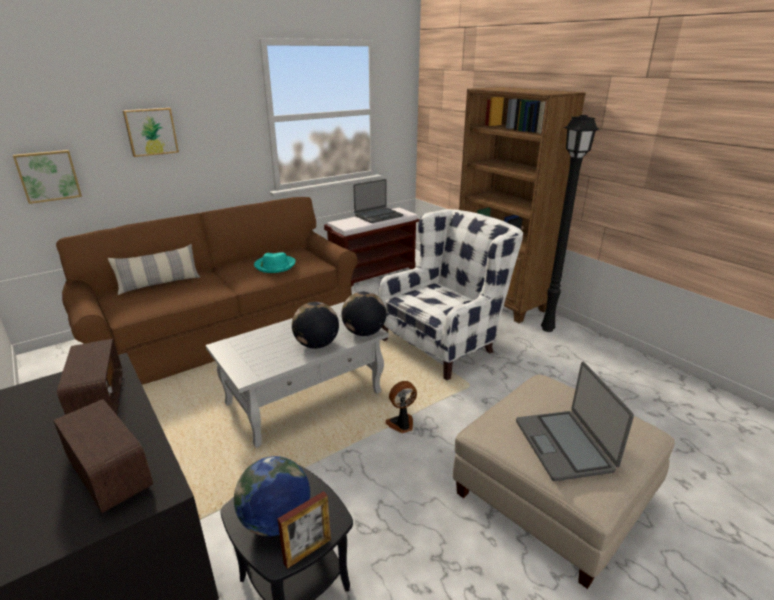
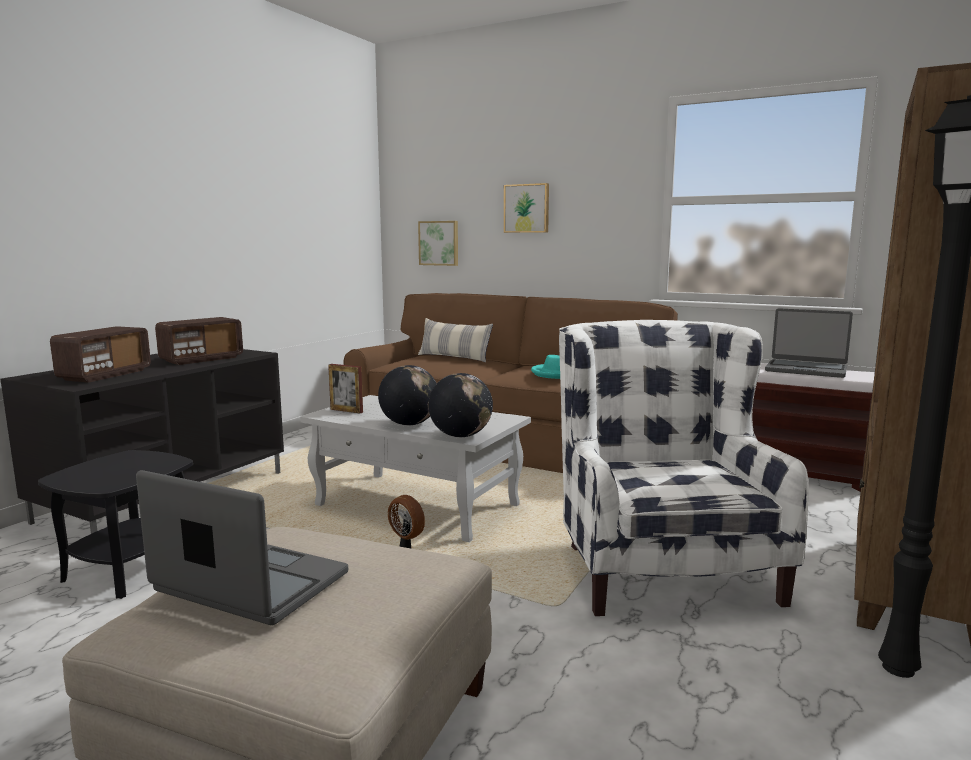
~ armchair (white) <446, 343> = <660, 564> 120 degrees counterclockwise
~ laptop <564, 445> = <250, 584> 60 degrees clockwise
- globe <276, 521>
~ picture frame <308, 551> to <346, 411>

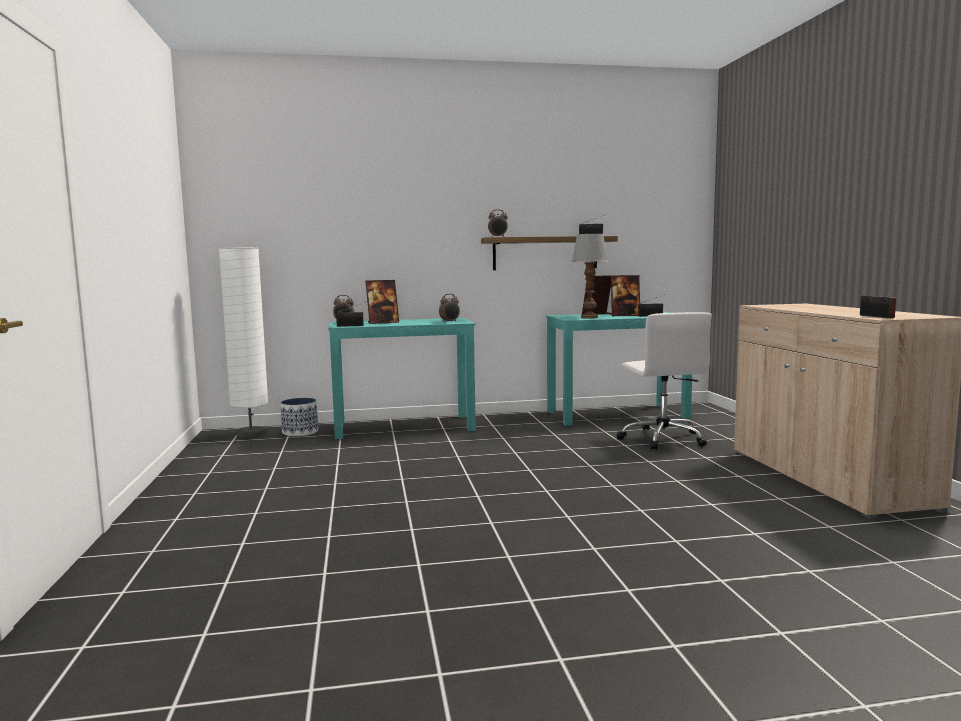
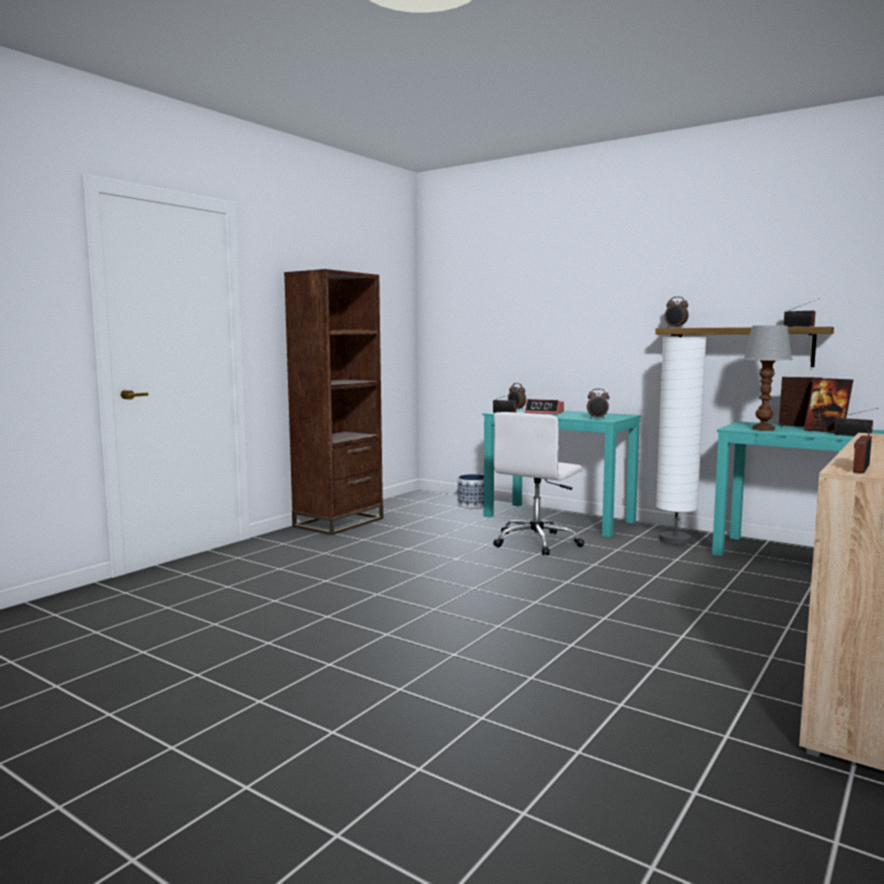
~ floor lamp (white) <251, 434> to <675, 540>
~ picture frame <383, 322> to alarm clock <544, 412>
~ office chair (white) <662, 438> to <537, 542>
+ bookcase (brown) <339, 522>

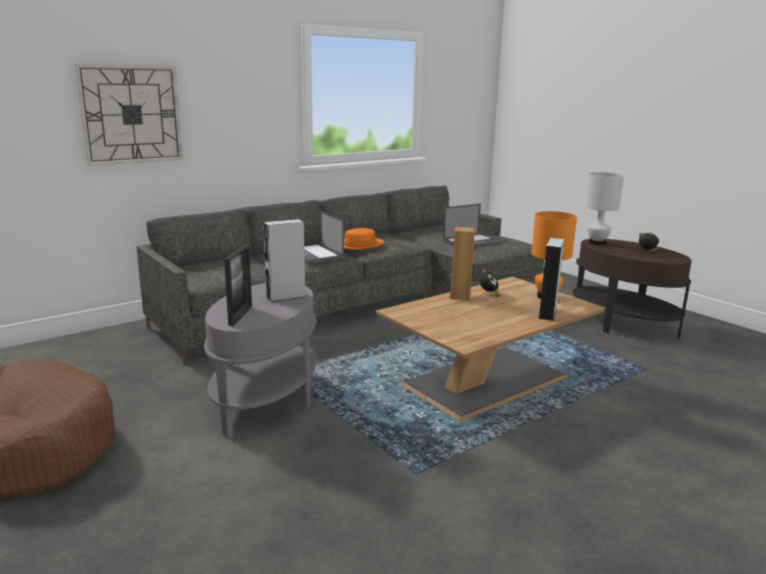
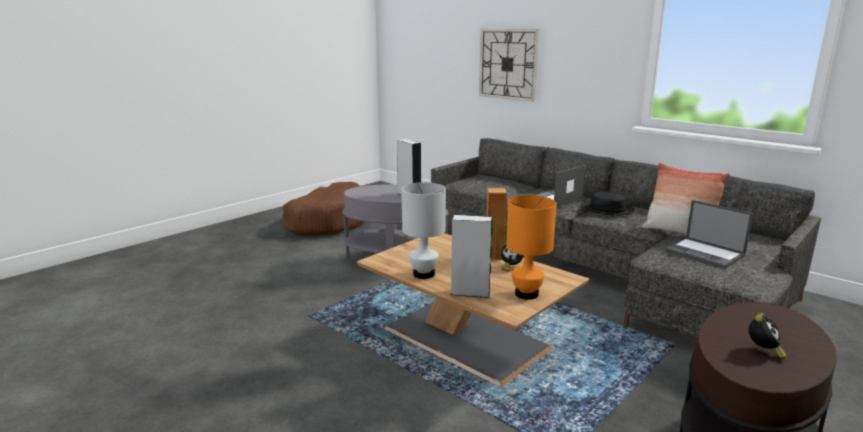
~ table lamp (white) <597, 243> to <424, 274>
~ hat (orange) <360, 244> to hat (black) <607, 209>
- picture frame <240, 315>
+ pillow <679, 232>

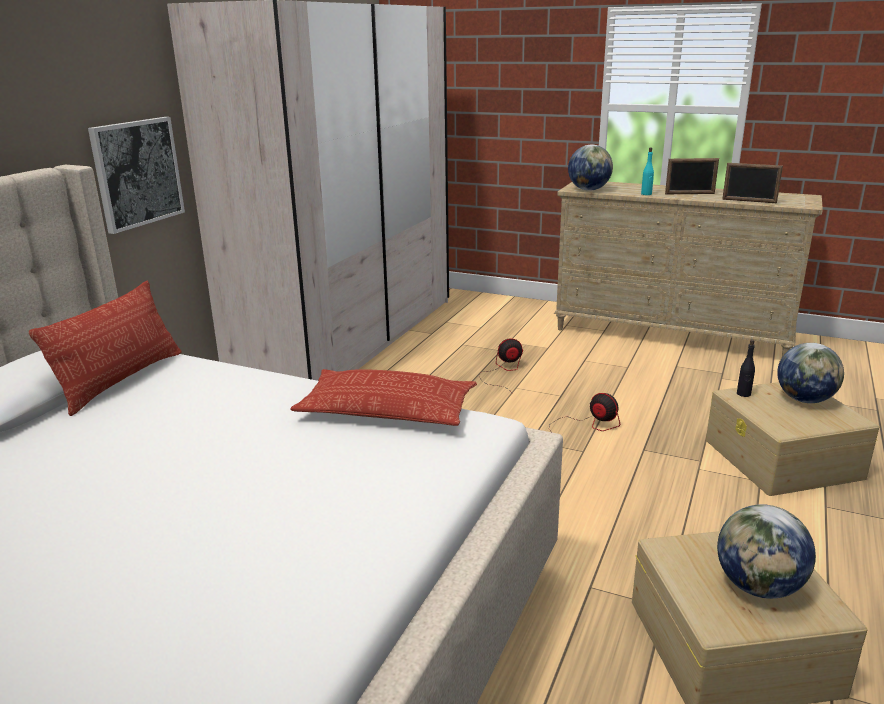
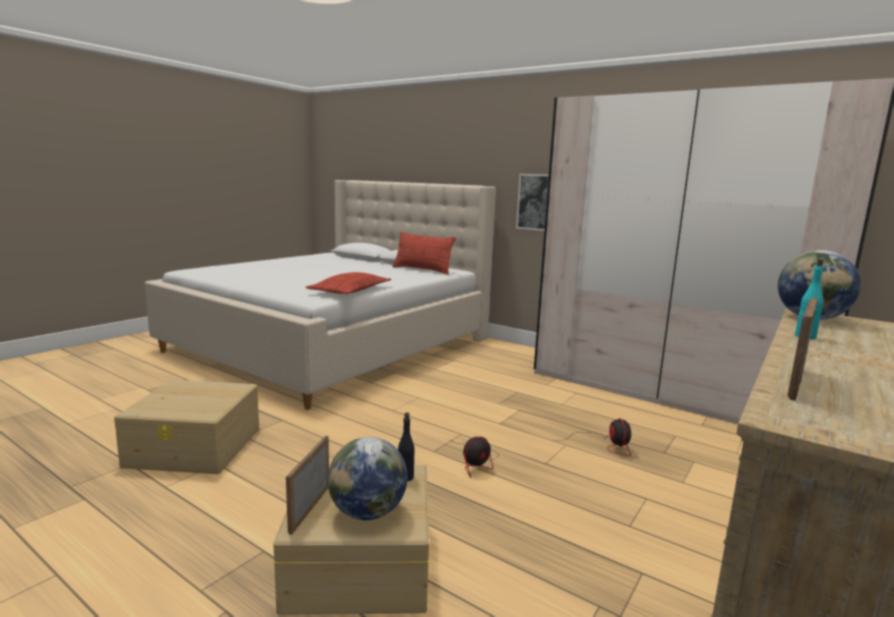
~ picture frame <689, 194> to <309, 508>
- globe <758, 587>

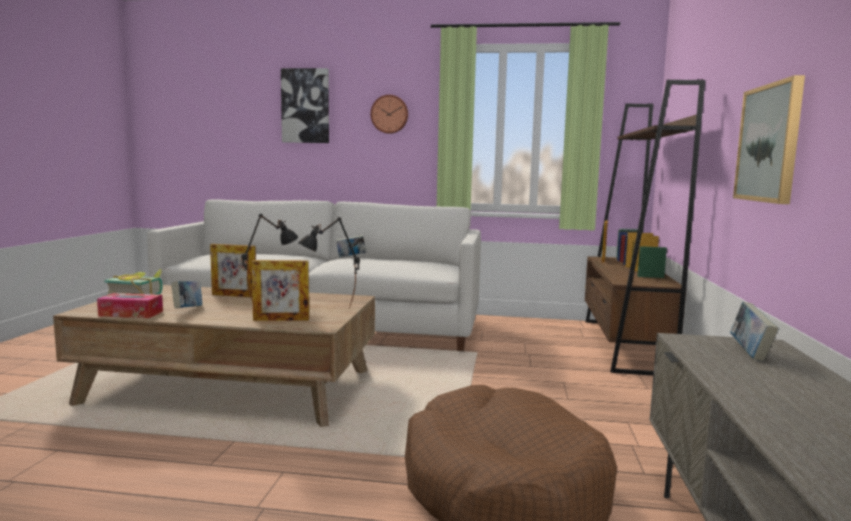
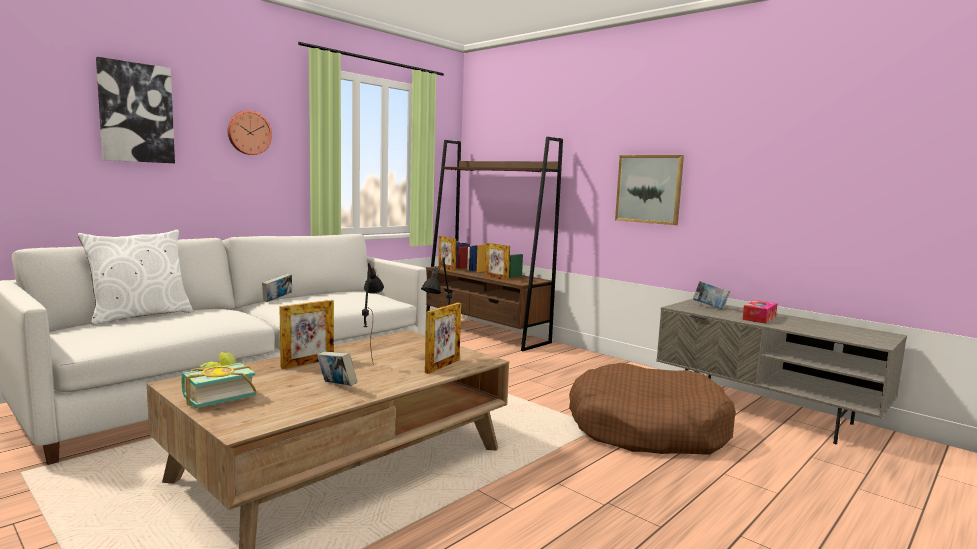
~ tissue box <131, 313> to <759, 318>
+ pillow (white) <140, 316>
+ picture frame <496, 278>

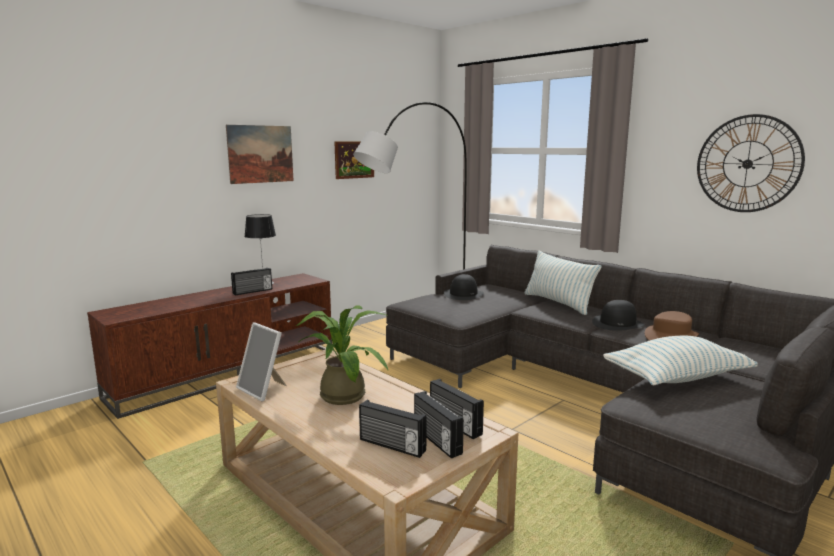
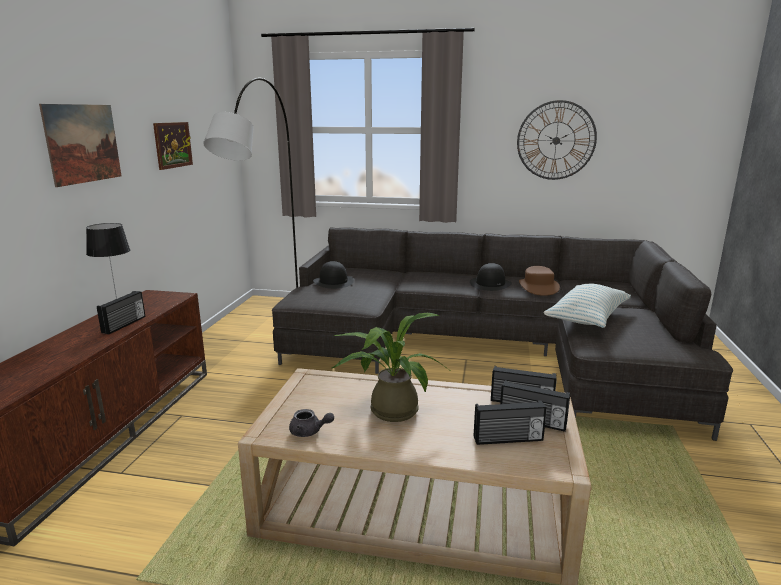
- pillow <558, 303>
~ picture frame <263, 390> to teapot (grey) <309, 432>

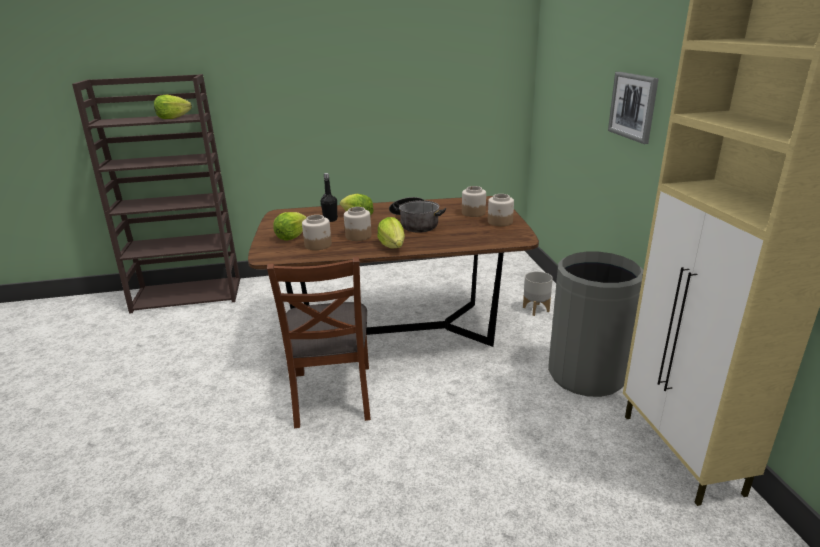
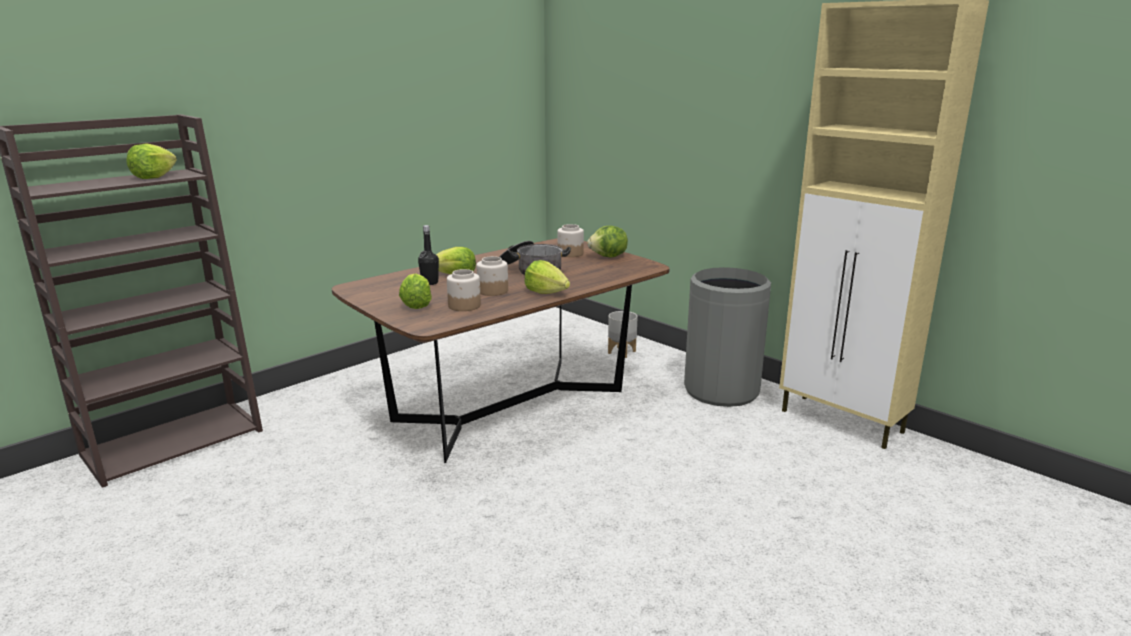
- picture <633, 106>
~ jar <500, 222> to lettuce <608, 257>
- chair (brown) <332, 394>

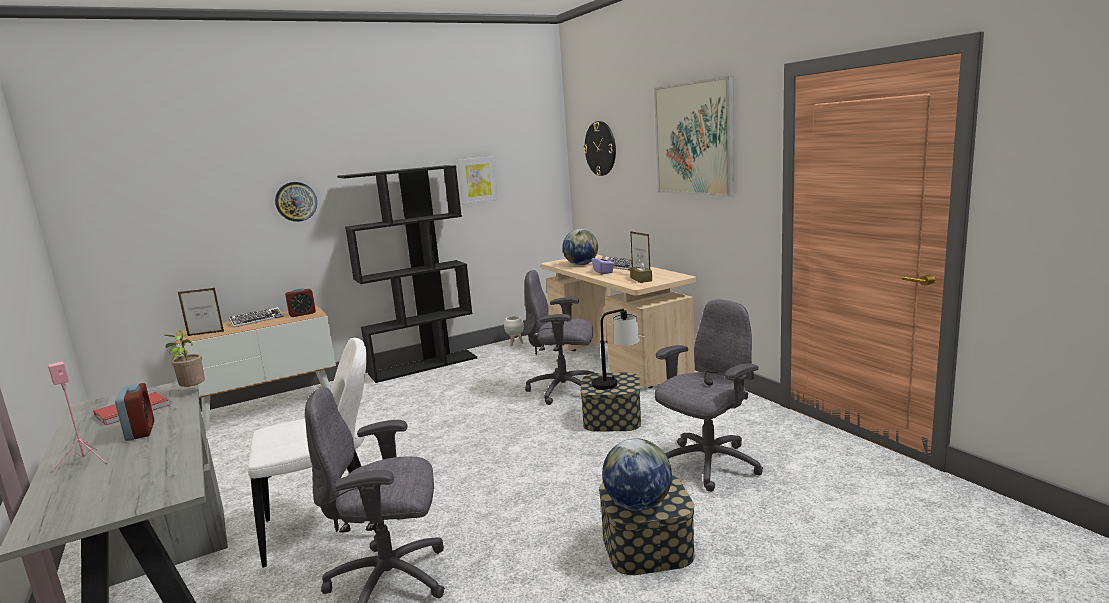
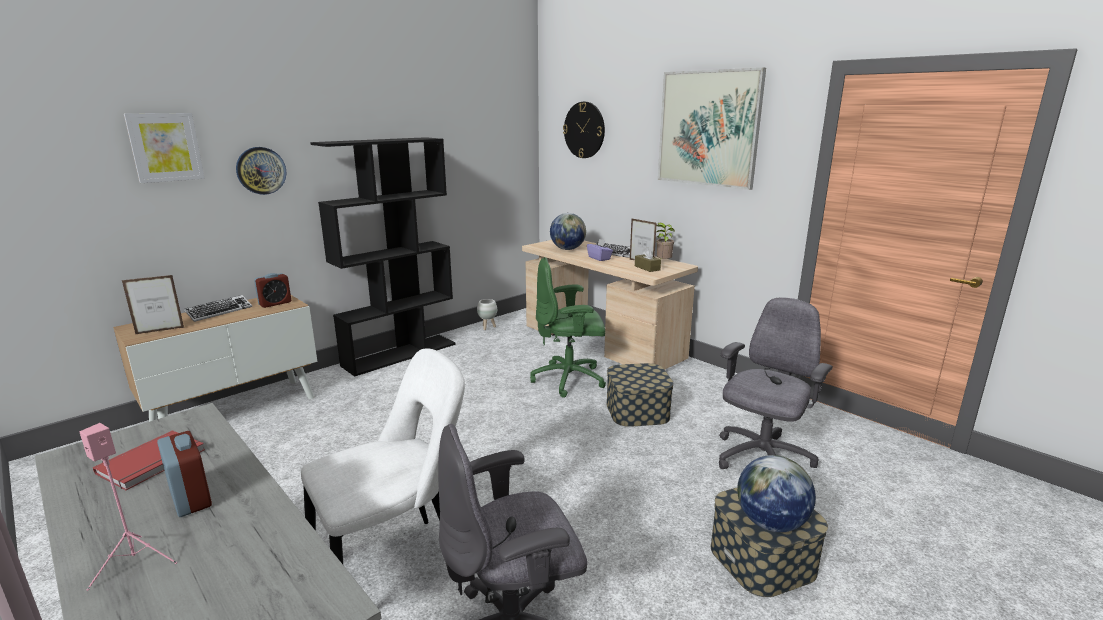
~ picture <477, 180> to <165, 147>
~ office chair (grey) <564, 390> to office chair (green) <569, 379>
- table lamp <616, 382>
~ potted plant <192, 391> to <662, 263>

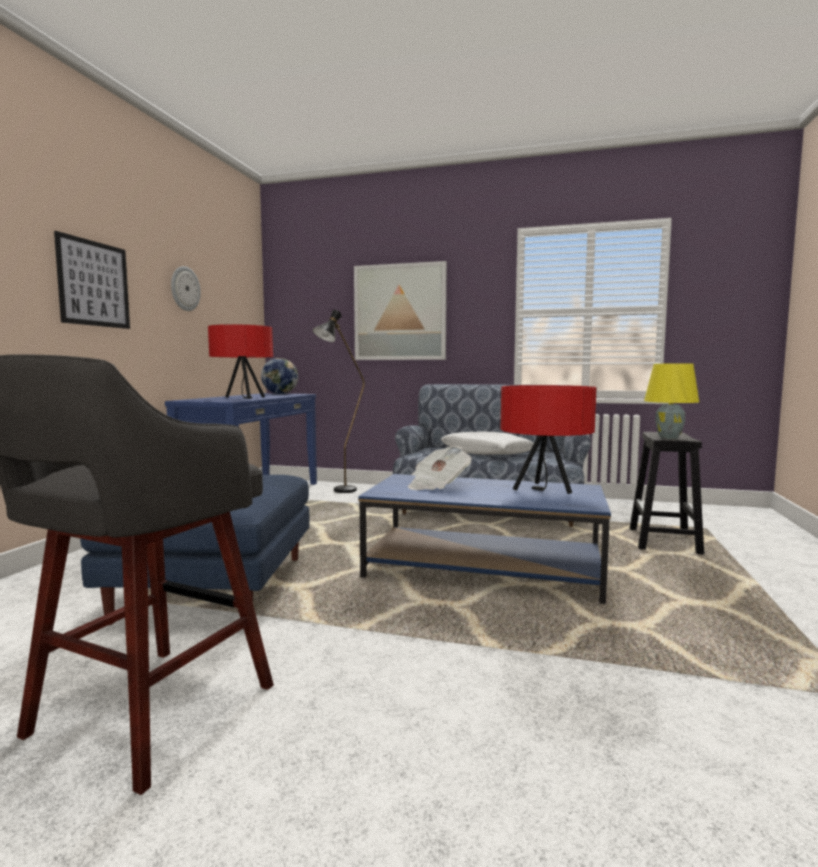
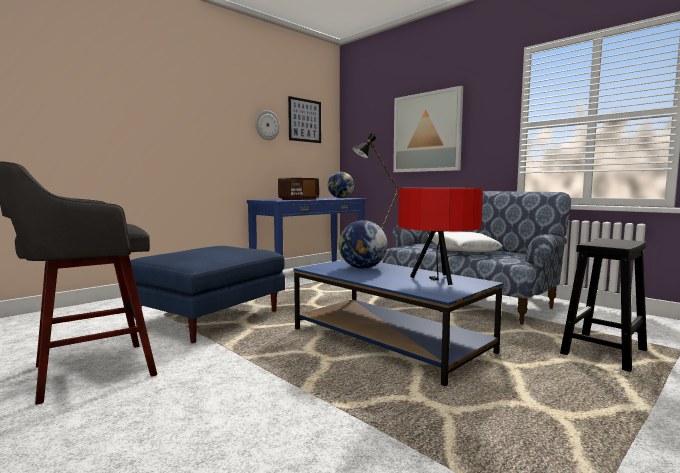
~ picture <94, 283> to <305, 120>
~ table lamp (red) <243, 398> to radio <299, 199>
- table lamp (yellow) <669, 438>
~ newspaper <437, 485> to globe <362, 268>

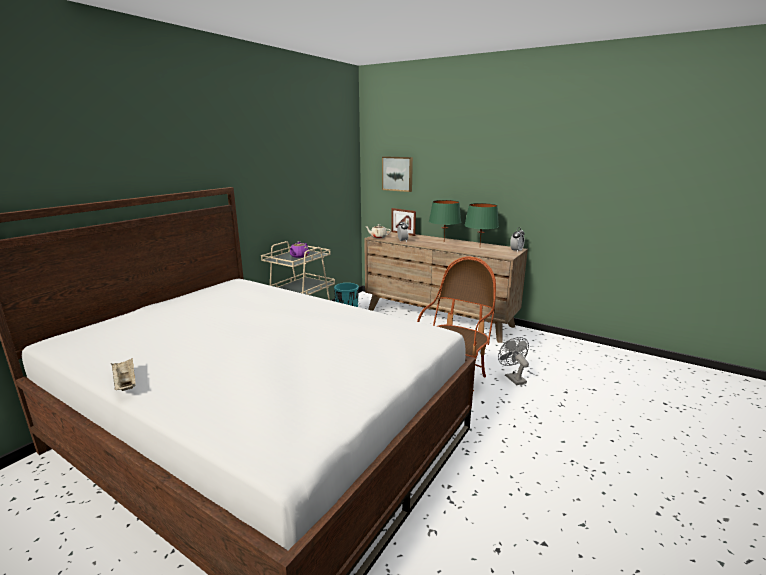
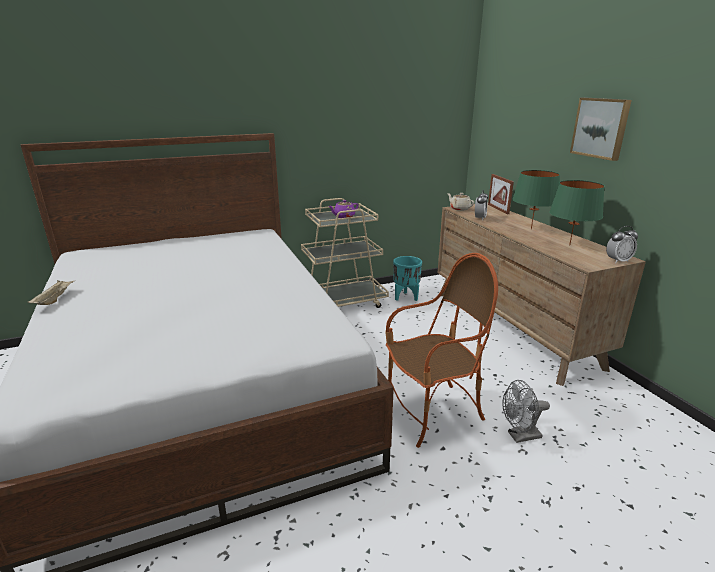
~ picture <397, 173> to <601, 128>
~ fan (grey) <513, 378> = <520, 436> 120 degrees counterclockwise

